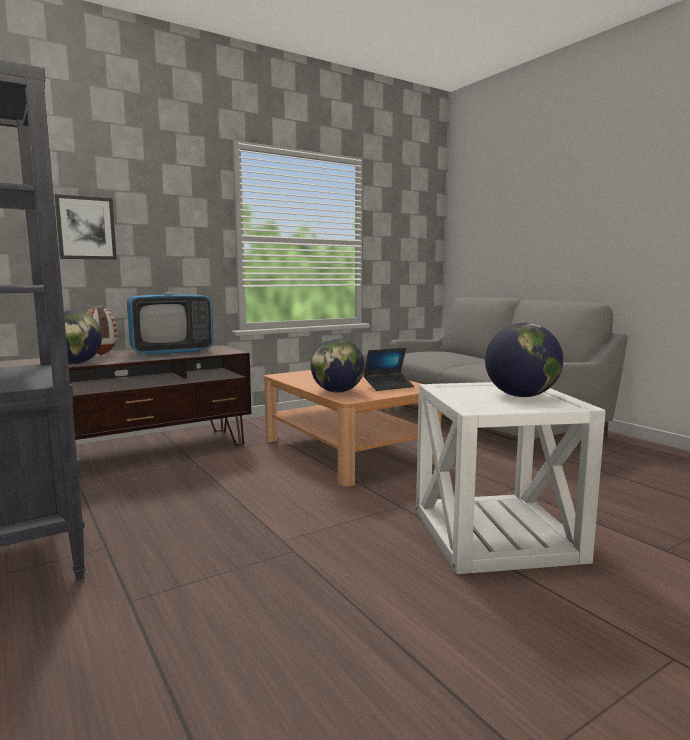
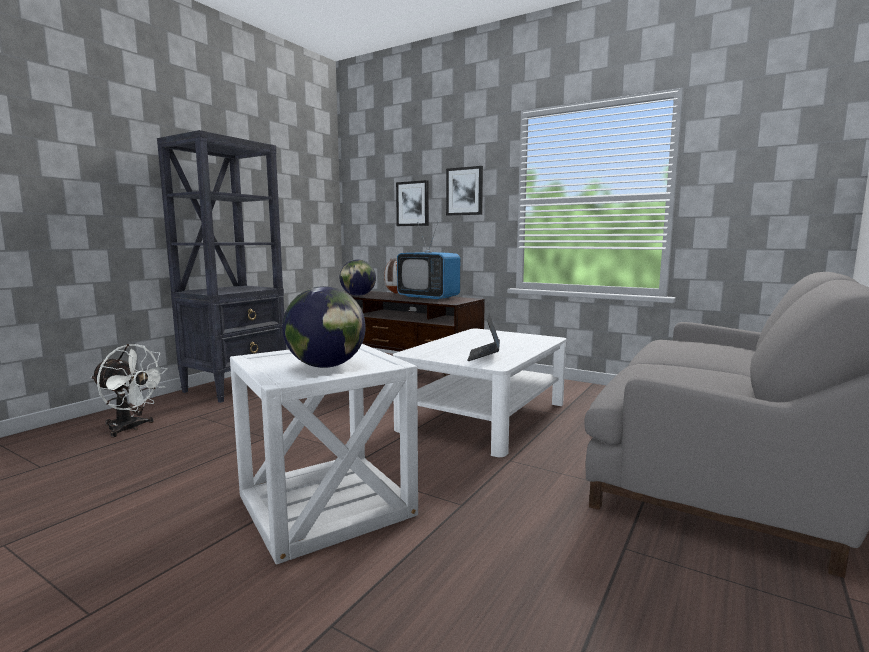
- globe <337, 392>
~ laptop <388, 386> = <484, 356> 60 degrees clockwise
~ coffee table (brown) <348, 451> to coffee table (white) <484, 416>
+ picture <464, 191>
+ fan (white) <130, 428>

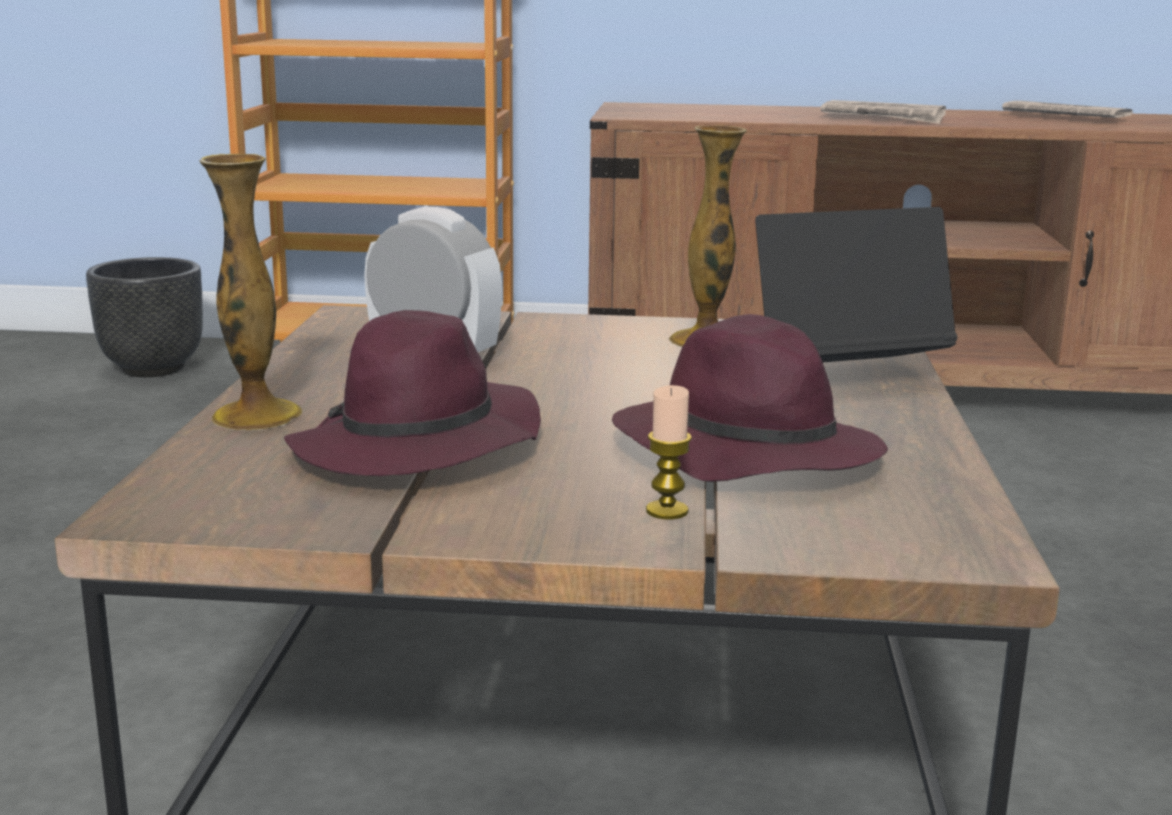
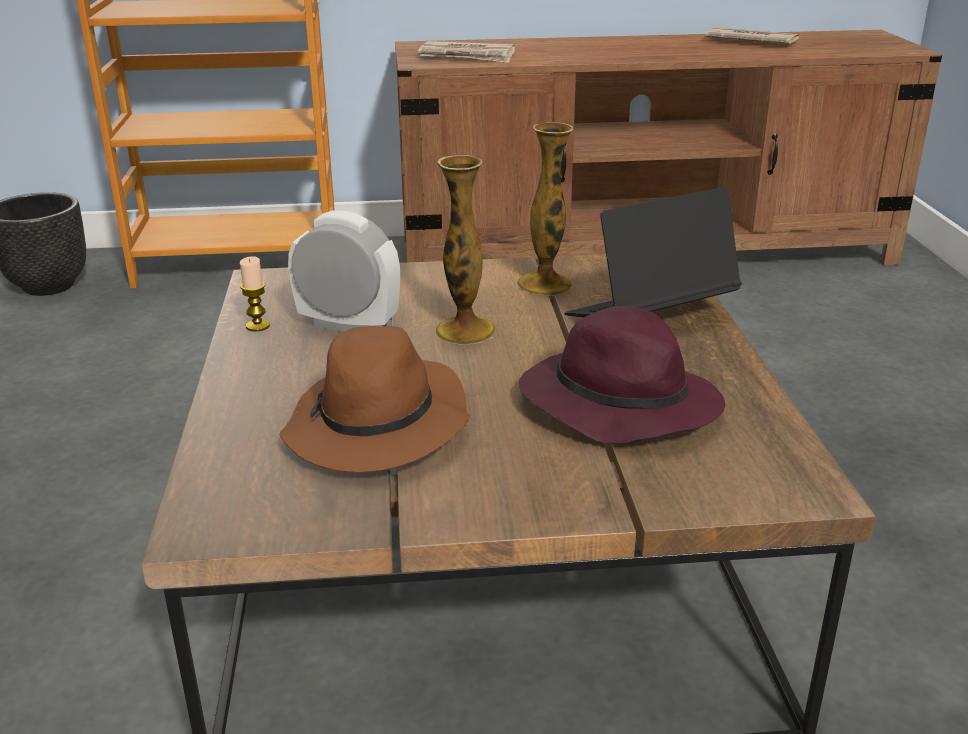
~ newspaper <883, 118> to <467, 56>
~ vase <257, 416> to <465, 330>
~ hat (purple) <418, 447> to hat (brown) <378, 427>
~ candle <667, 511> to <257, 326>

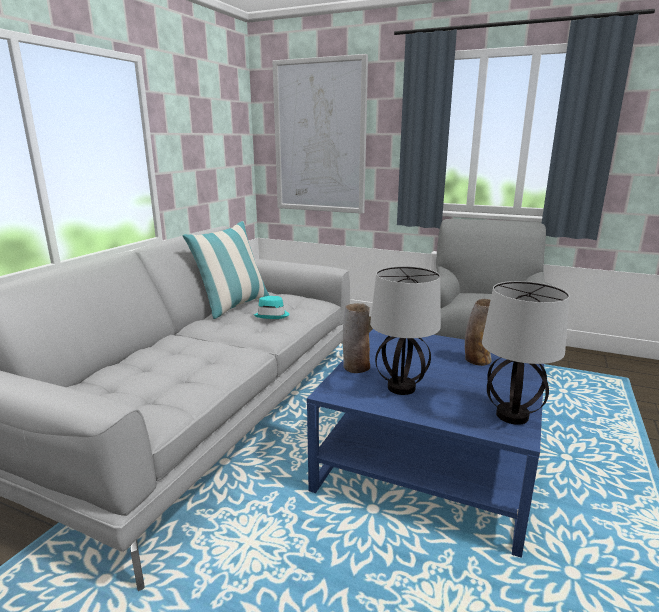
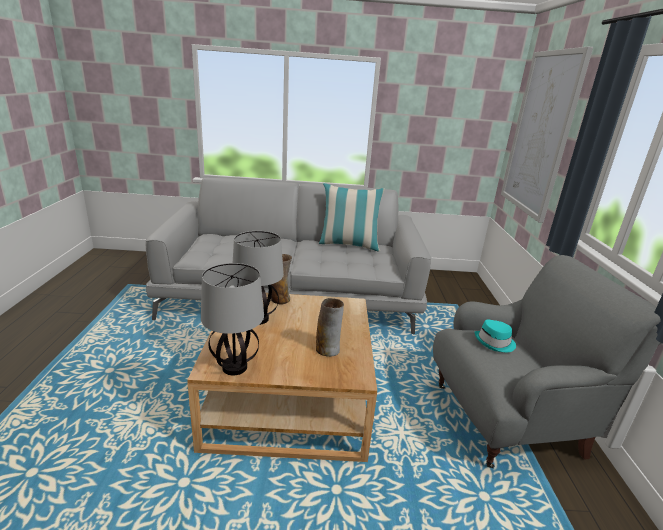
~ hat (turquoise) <272, 315> to <495, 342>
~ coffee table (blue) <430, 460> to coffee table (beige) <289, 398>

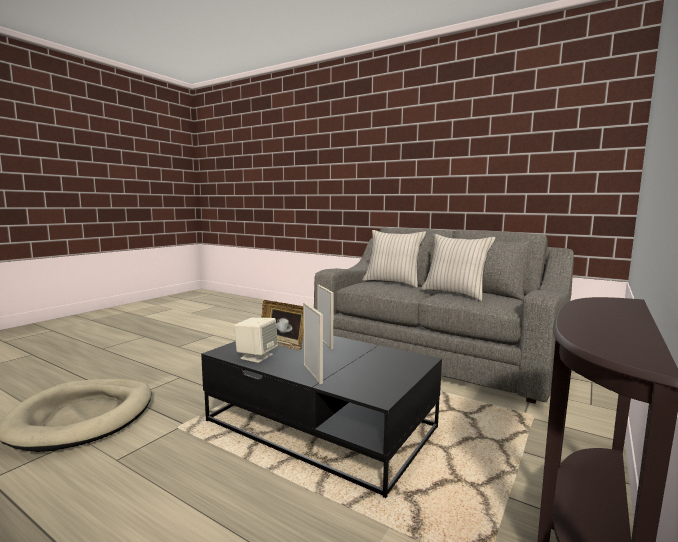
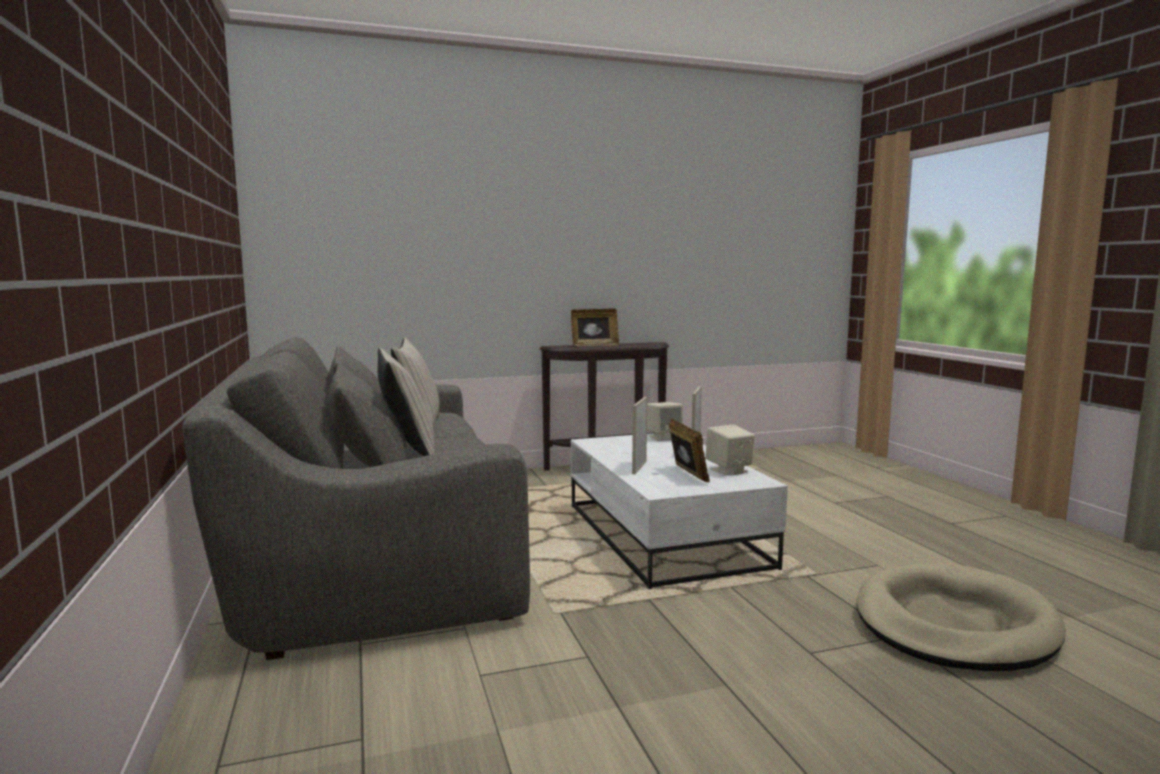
~ coffee table (black) <322, 425> to coffee table (white) <662, 535>
+ picture frame <594, 345>
+ speaker (beige) <663, 437>

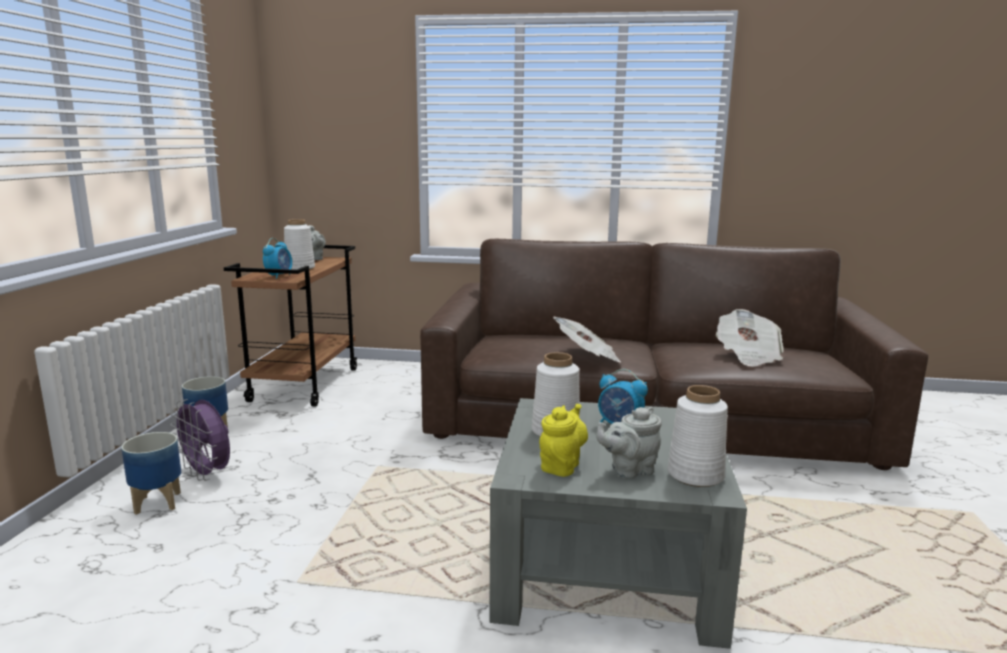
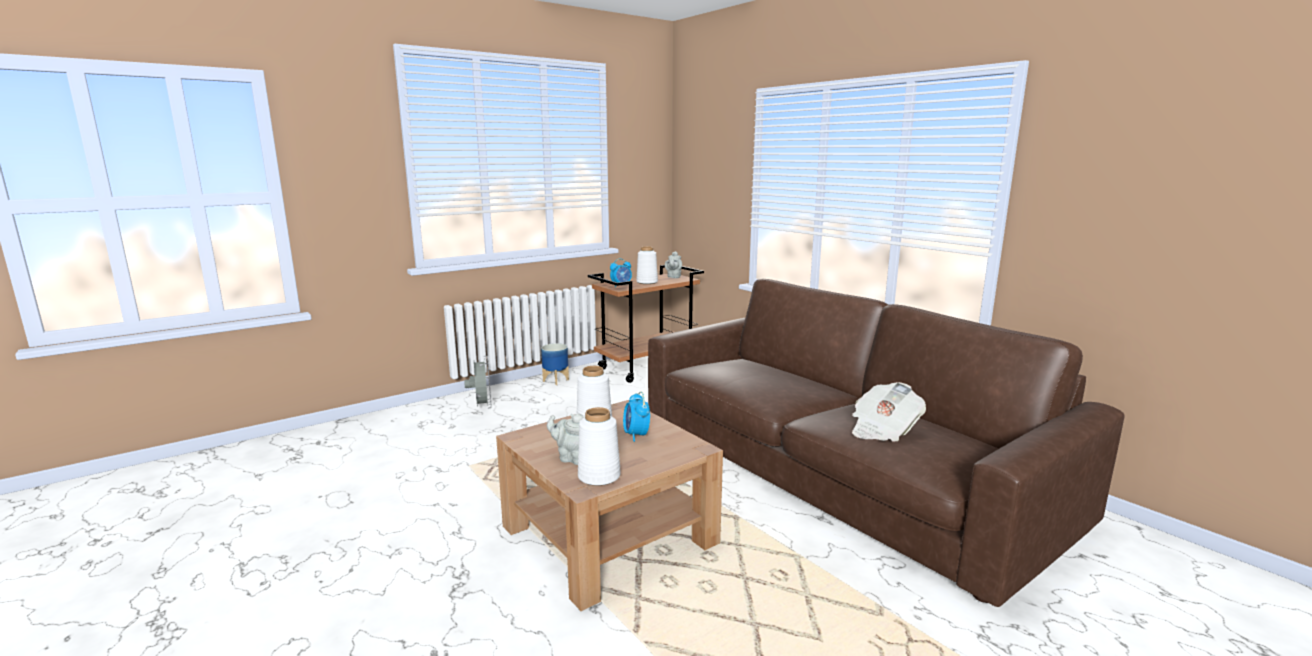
- newspaper <587, 357>
~ coffee table (grey) <607, 564> to coffee table (brown) <608, 535>
- fan (purple) <207, 474>
- teapot (yellow) <561, 465>
~ planter <157, 503> to fan (grey) <482, 407>

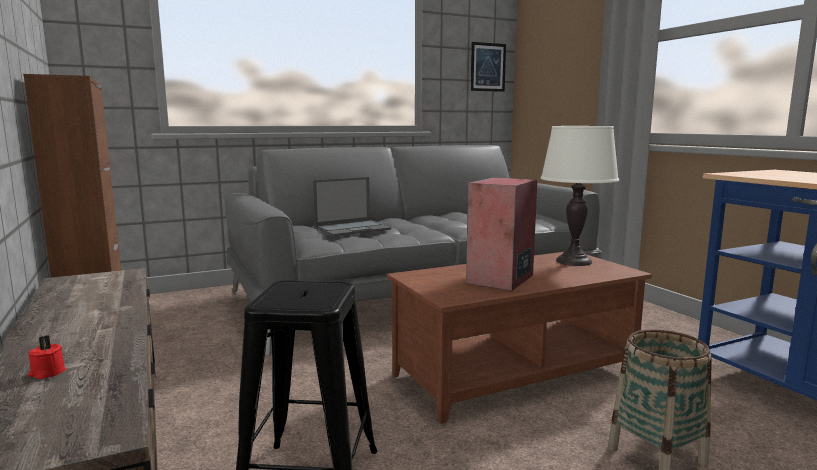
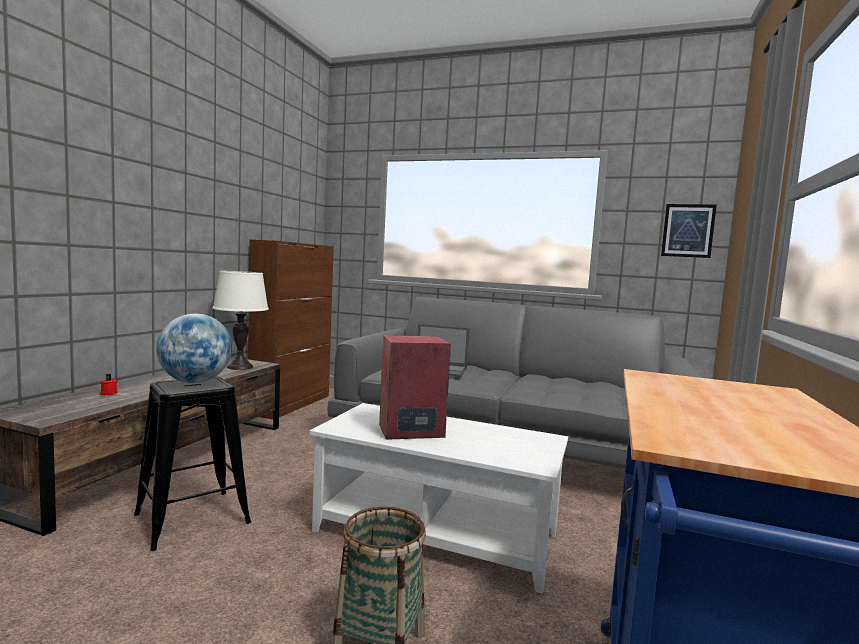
~ table lamp (white) <573, 261> to <240, 367>
~ coffee table (brown) <514, 373> to coffee table (white) <437, 532>
+ globe <195, 382>

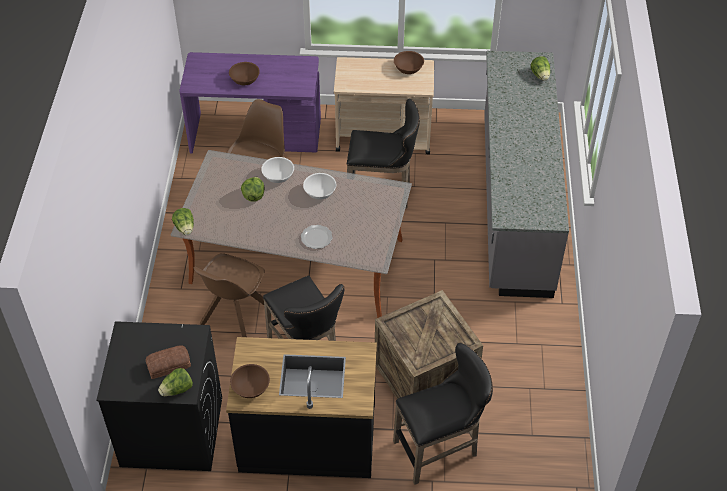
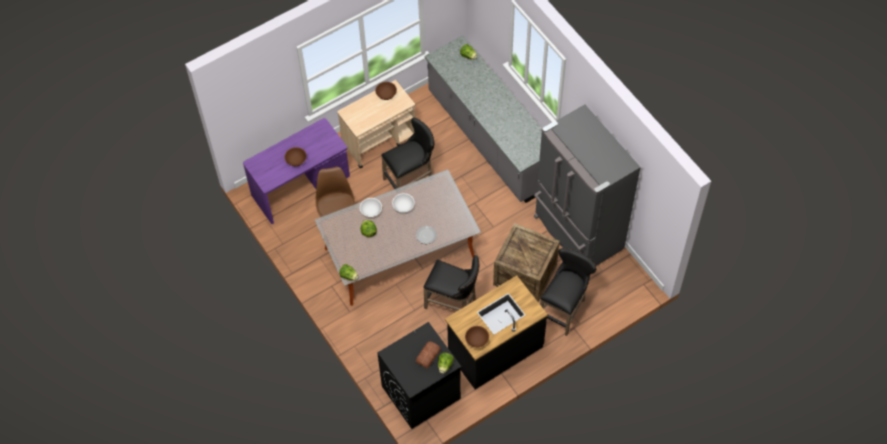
- chair (brown) <234, 316>
+ fridge (grey) <576, 234>

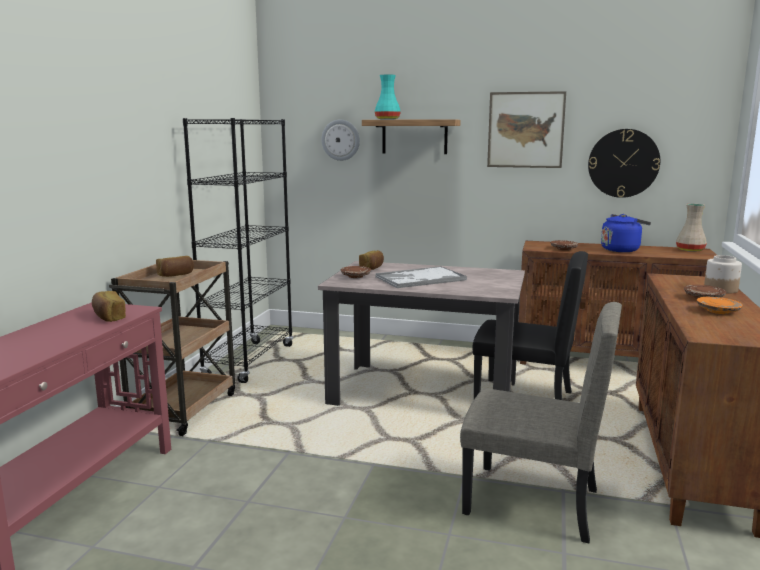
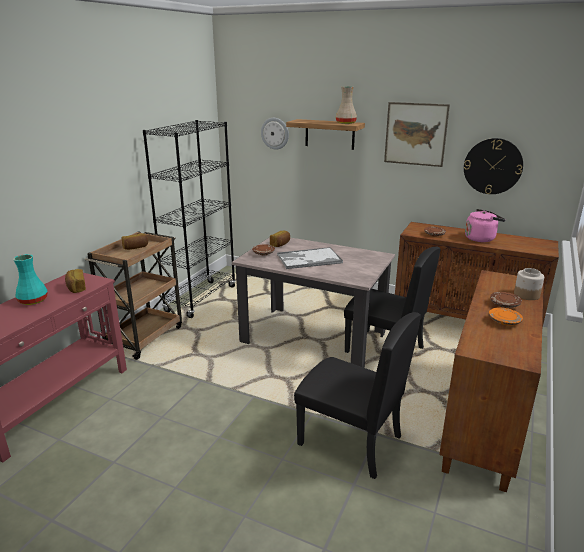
~ vase (turquoise) <386, 119> to <32, 301>
~ vase (beige) <689, 250> to <345, 123>
~ kettle (blue) <621, 250> to kettle (pink) <481, 238>
~ chair (beige) <531, 503> to chair (black) <349, 441>

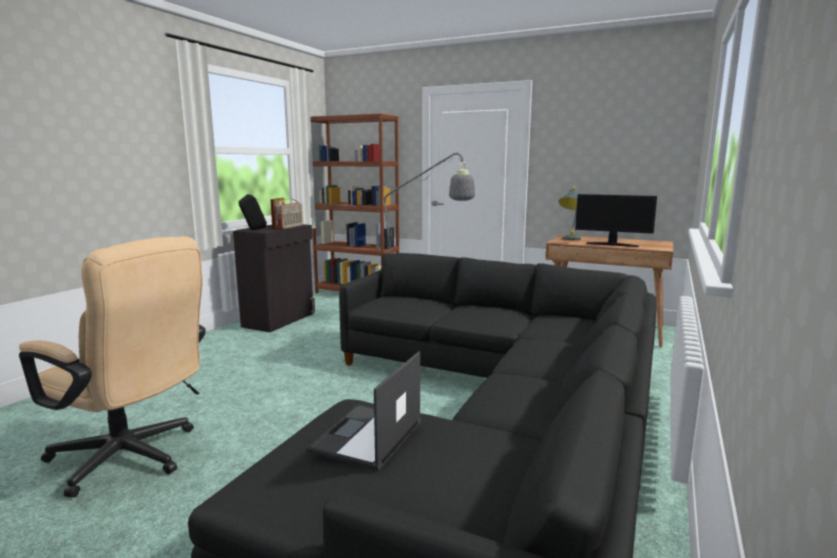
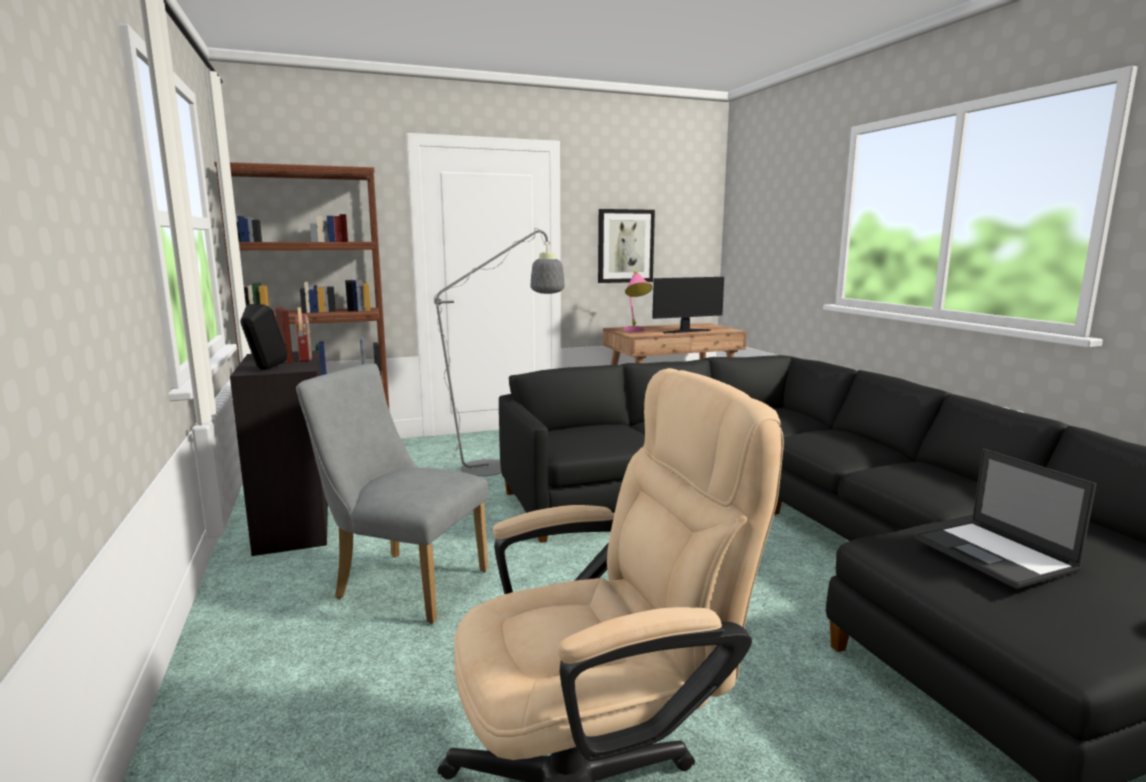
~ table lamp (grey) <569, 239> to table lamp (pink) <635, 331>
+ picture <625, 246>
+ chair (grey) <403, 583>

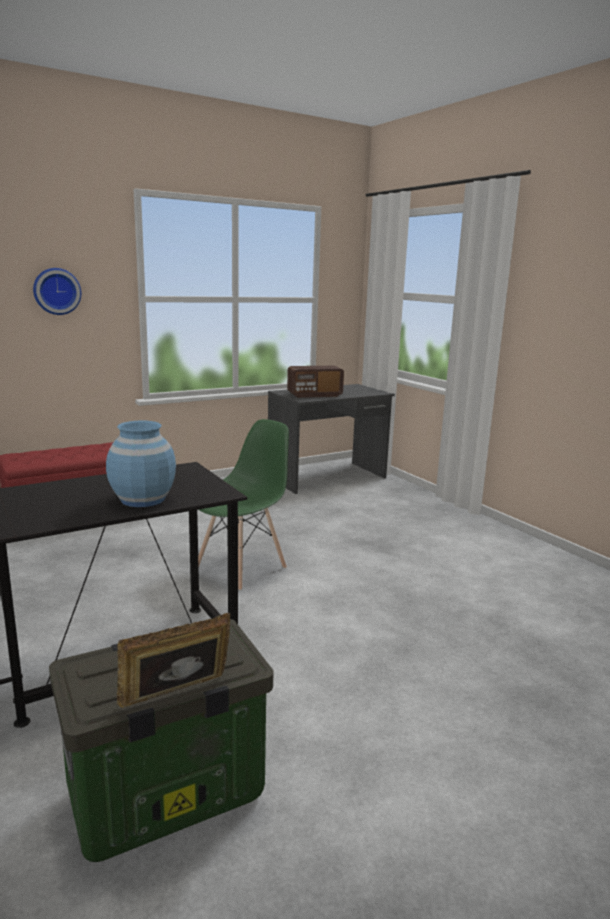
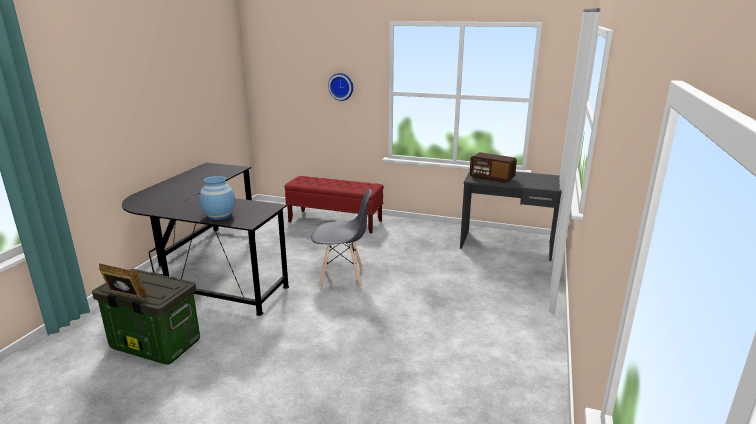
~ chair (green) <241, 568> to chair (grey) <342, 277>

